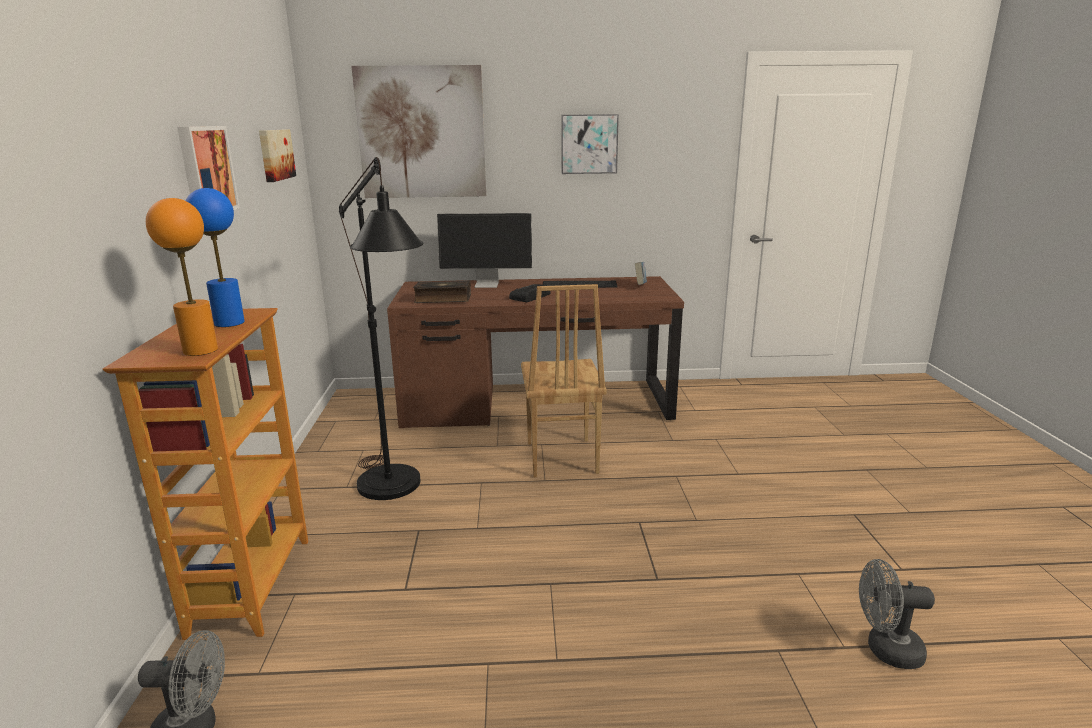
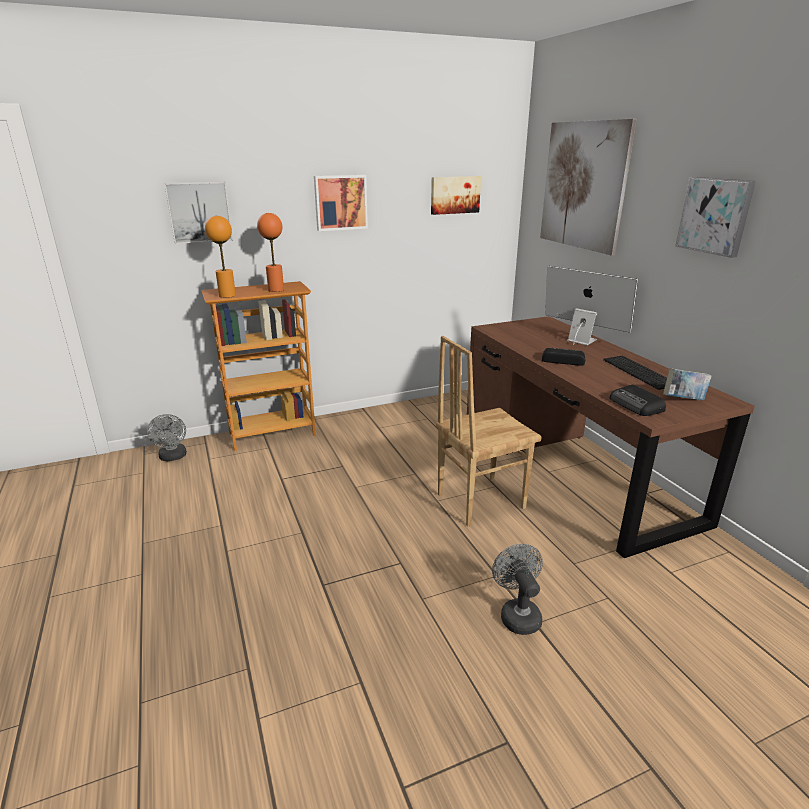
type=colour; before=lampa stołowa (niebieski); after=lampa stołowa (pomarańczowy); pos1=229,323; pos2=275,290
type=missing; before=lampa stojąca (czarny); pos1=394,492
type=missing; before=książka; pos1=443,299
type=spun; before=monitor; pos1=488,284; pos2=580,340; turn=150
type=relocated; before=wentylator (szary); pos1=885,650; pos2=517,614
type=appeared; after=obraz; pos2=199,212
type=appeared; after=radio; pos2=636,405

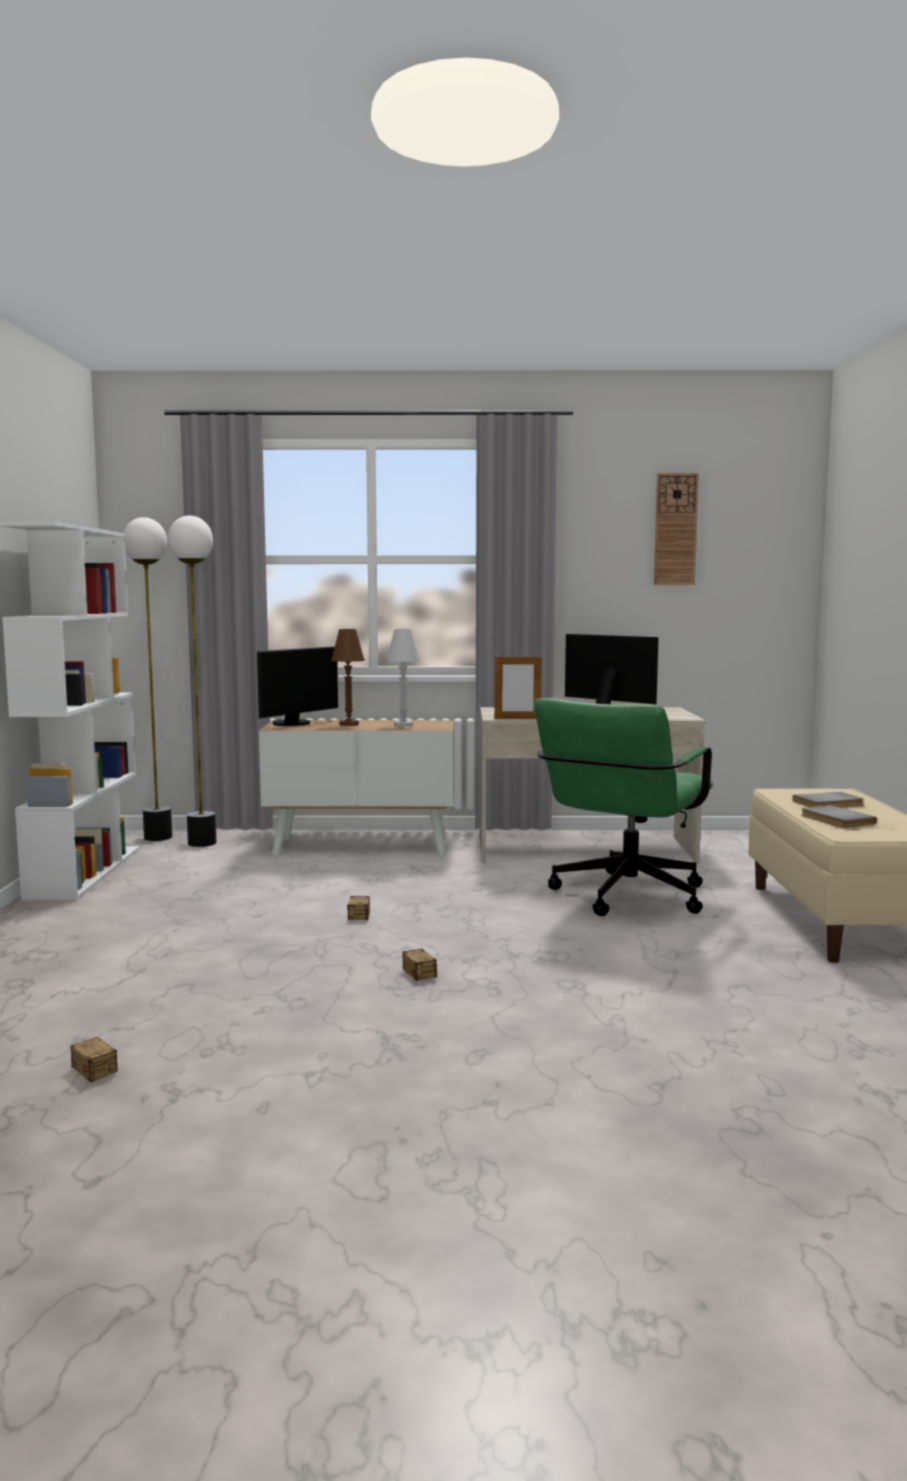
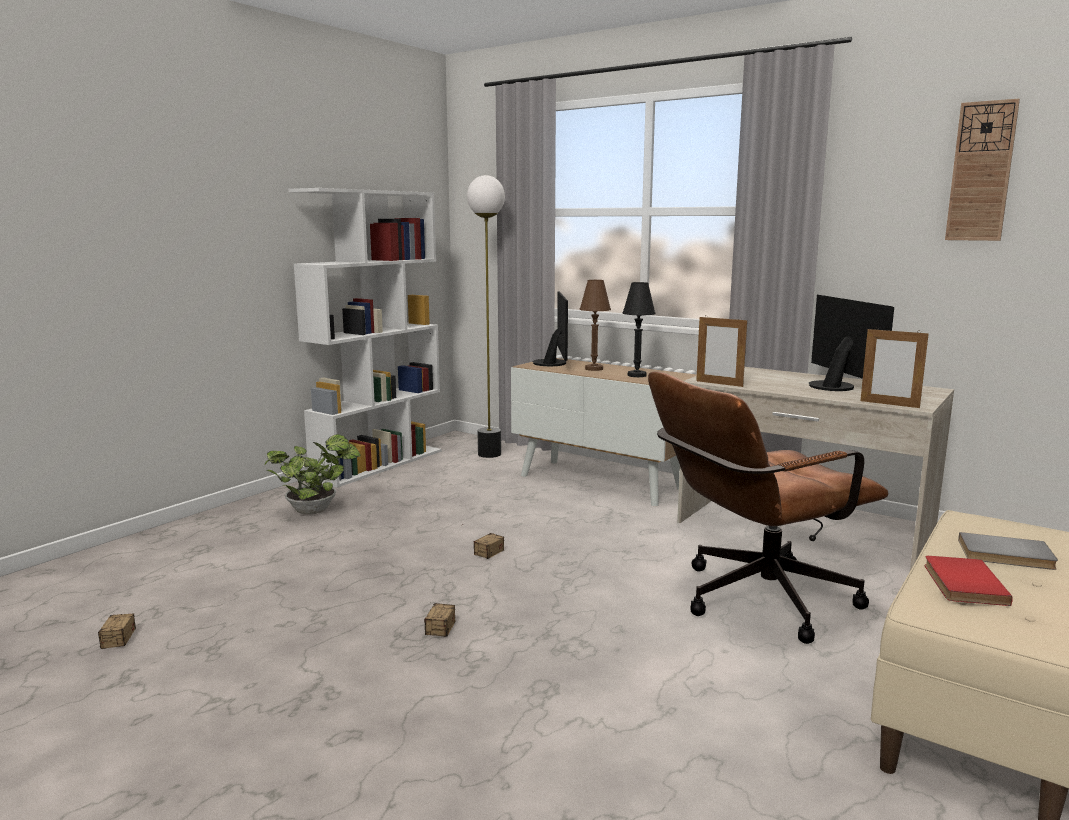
type=missing; before=lampa stojąca; pos1=158,837
type=spun; before=monitor; pos1=294,723; pos2=553,363; turn=-75
type=colour; before=lampa stołowa (biały); after=lampa stołowa (czarny); pos1=403,725; pos2=637,375
type=colour; before=krzesło biurowe (zielony); after=krzesło biurowe (brązowy); pos1=623,899; pos2=753,601
type=colour; before=książka (szary); after=książka (czerwony); pos1=835,820; pos2=961,583
type=appeared; after=roślina doniczkowa; pos2=316,510
type=appeared; after=ramka na zdjęcie; pos2=889,404

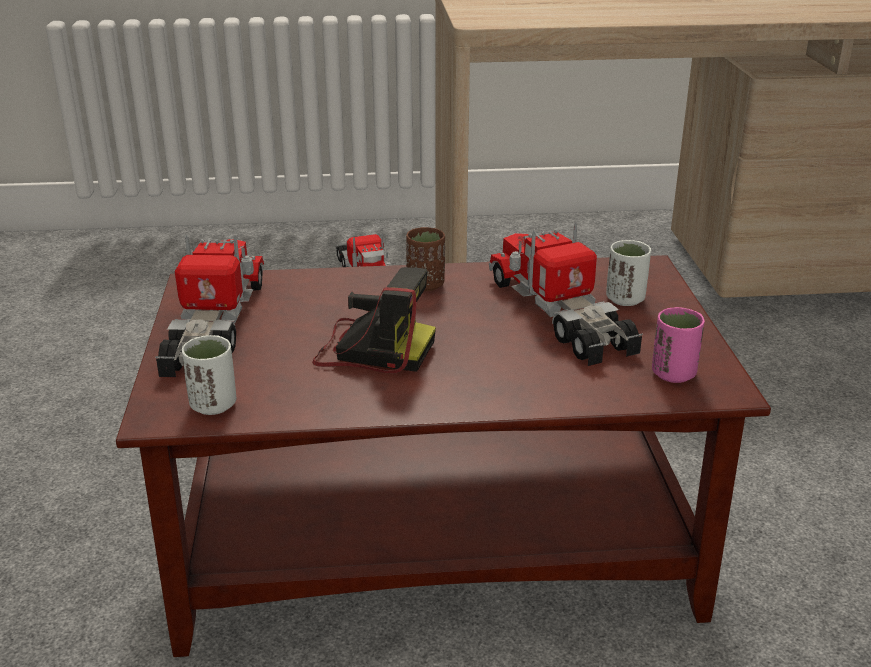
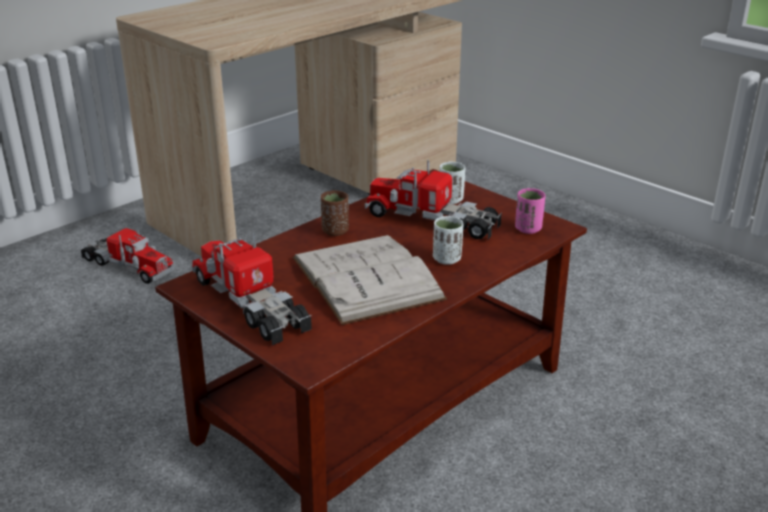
type=relocated; before=filiżanka (biały); pos1=213,405; pos2=447,259
type=exchanged; before=aparat fotograficzny; after=książka (biały); pos1=371,349; pos2=366,278

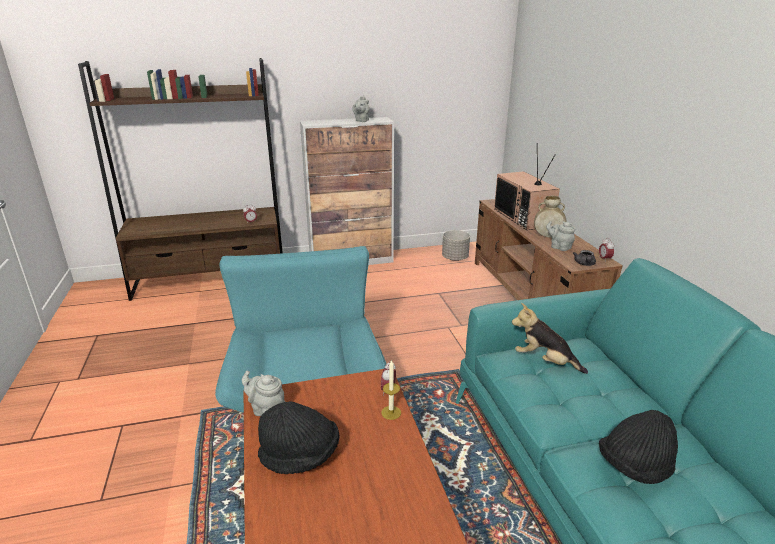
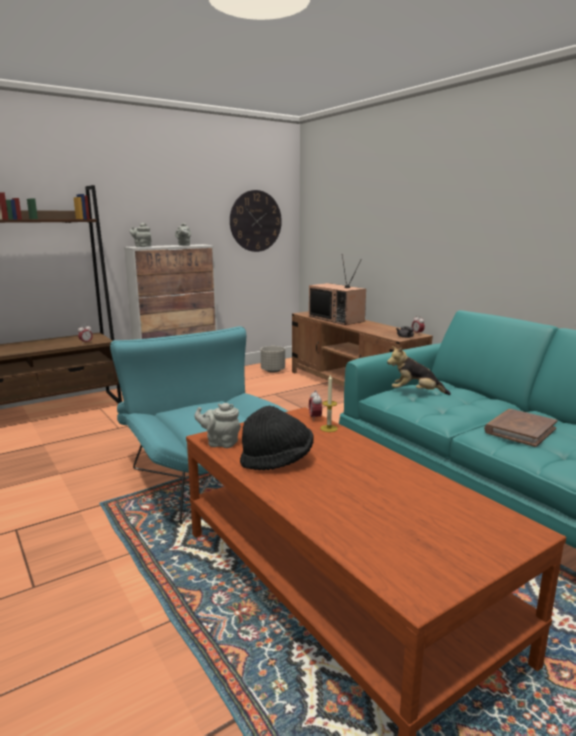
type=missing; before=wazon (beżowy); pos1=548,236
type=relocated; before=imbryk (szary); pos1=559,247; pos2=142,246
type=exchanged; before=kapelusz (czarny); after=książka (brązowy); pos1=634,467; pos2=520,430
type=appeared; after=zegar ścienny; pos2=255,221

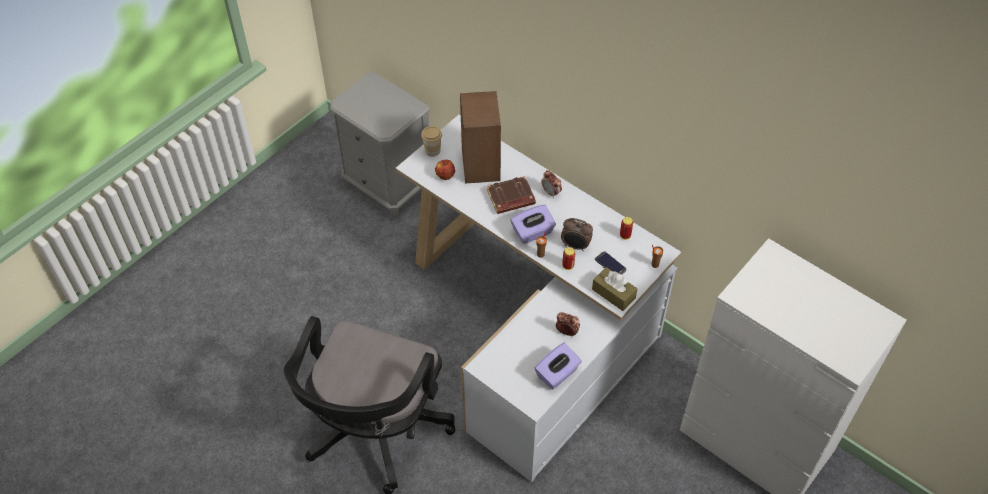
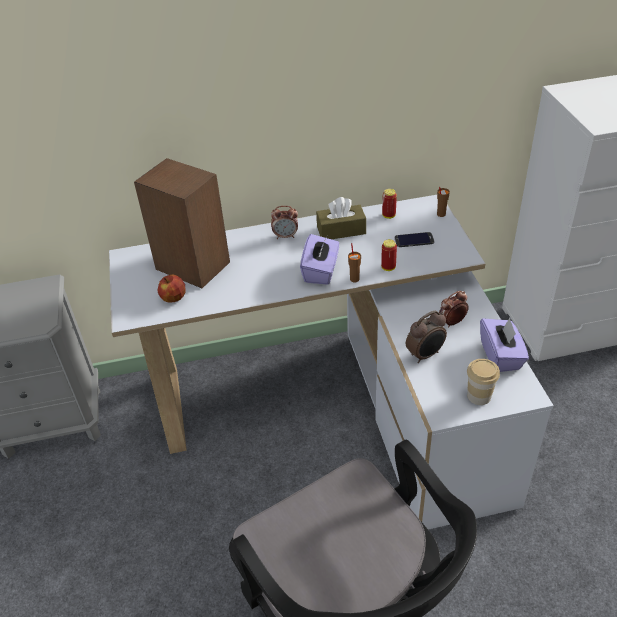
type=relocated; before=filiżanka; pos1=432,151; pos2=479,396
type=missing; before=książka (brązowy); pos1=510,198
type=relocated; before=budzik; pos1=575,246; pos2=425,355
type=relocated; before=pudełko chusteczek (brązowy); pos1=613,293; pos2=341,230

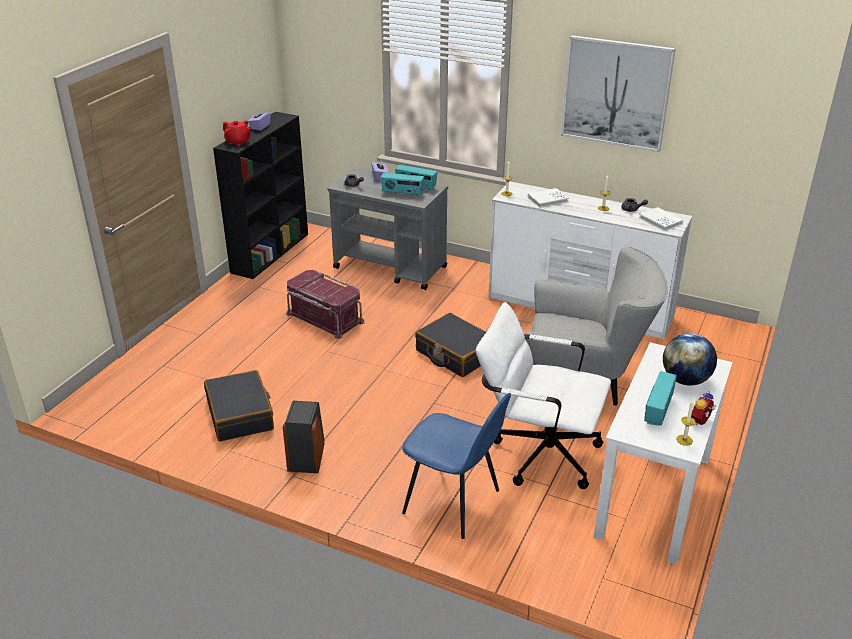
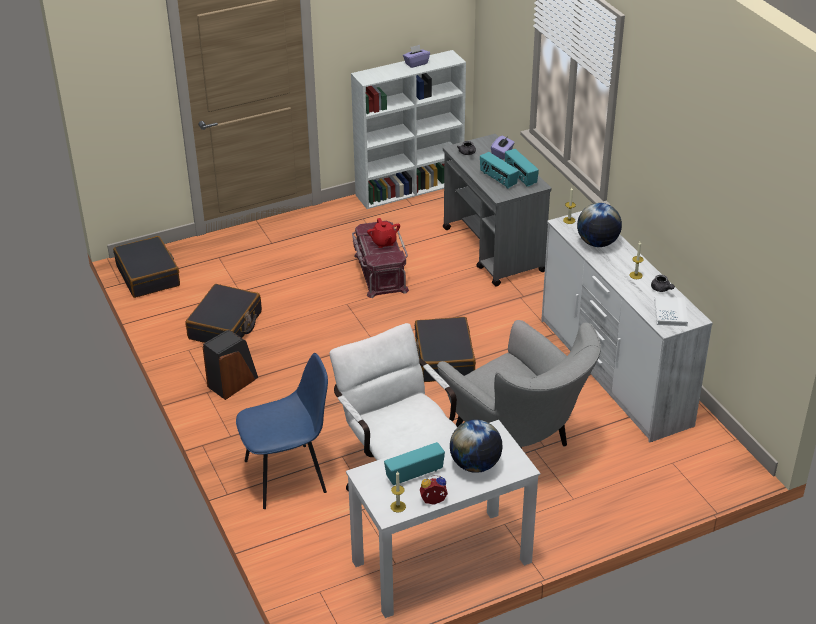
type=colour; before=regał (czarny); after=regał (biały); pos1=270,252; pos2=410,188
type=relocated; before=imbryk (czerwony); pos1=238,142; pos2=384,242
type=spun; before=krzesło (niebieski); pos1=453,503; pos2=287,476; turn=-90
type=exchanged; before=książka (biały); after=globus; pos1=548,199; pos2=597,243
type=missing; before=obraz; pos1=616,93
type=appeared; after=walizka (czarny); pos2=148,275

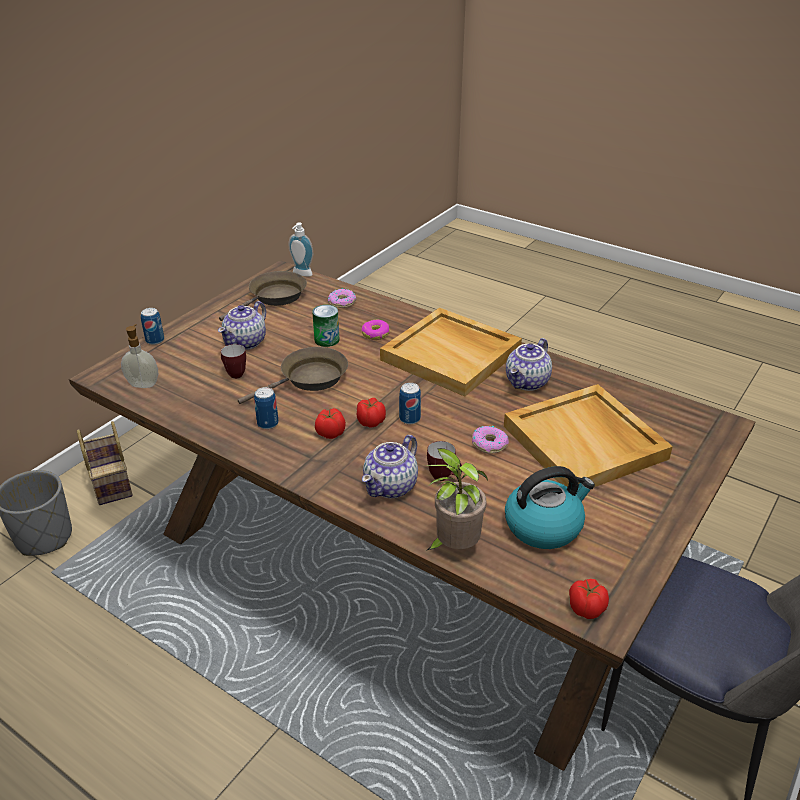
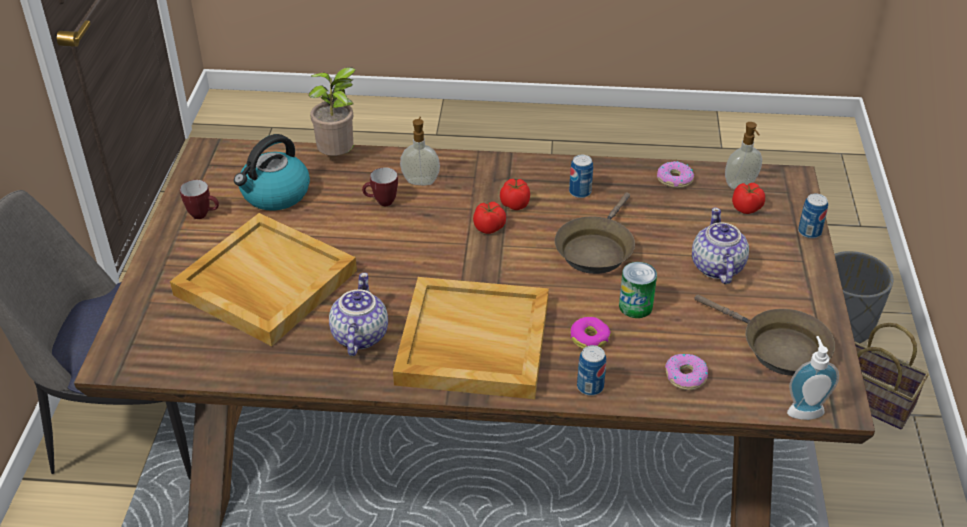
type=spun; before=patelnia (brązowy); pos1=274,297; pos2=778,348; turn=-60
type=relocated; before=kubek; pos1=233,374; pos2=203,215
type=exchanged; before=imbryk; after=dozownik mydła; pos1=391,486; pos2=420,181
type=relocated; before=puszka; pos1=409,419; pos2=590,387
type=relocated; before=donut; pos1=489,444; pos2=674,179
type=relocated; before=pomidor; pos1=585,608; pos2=747,208

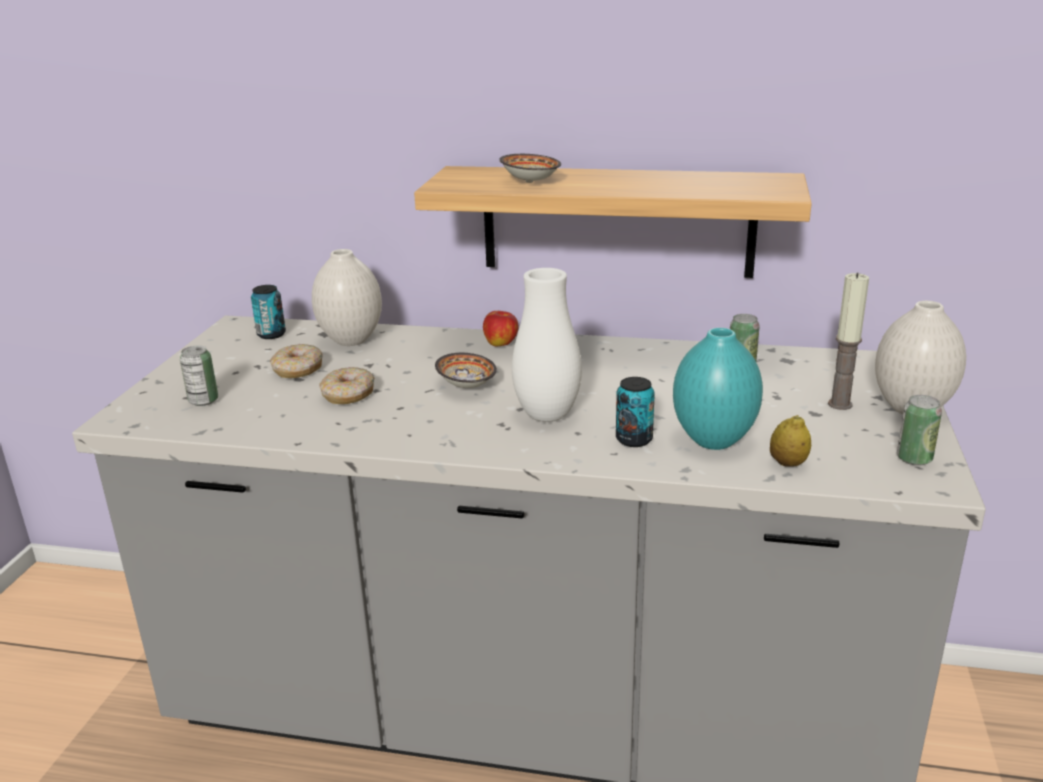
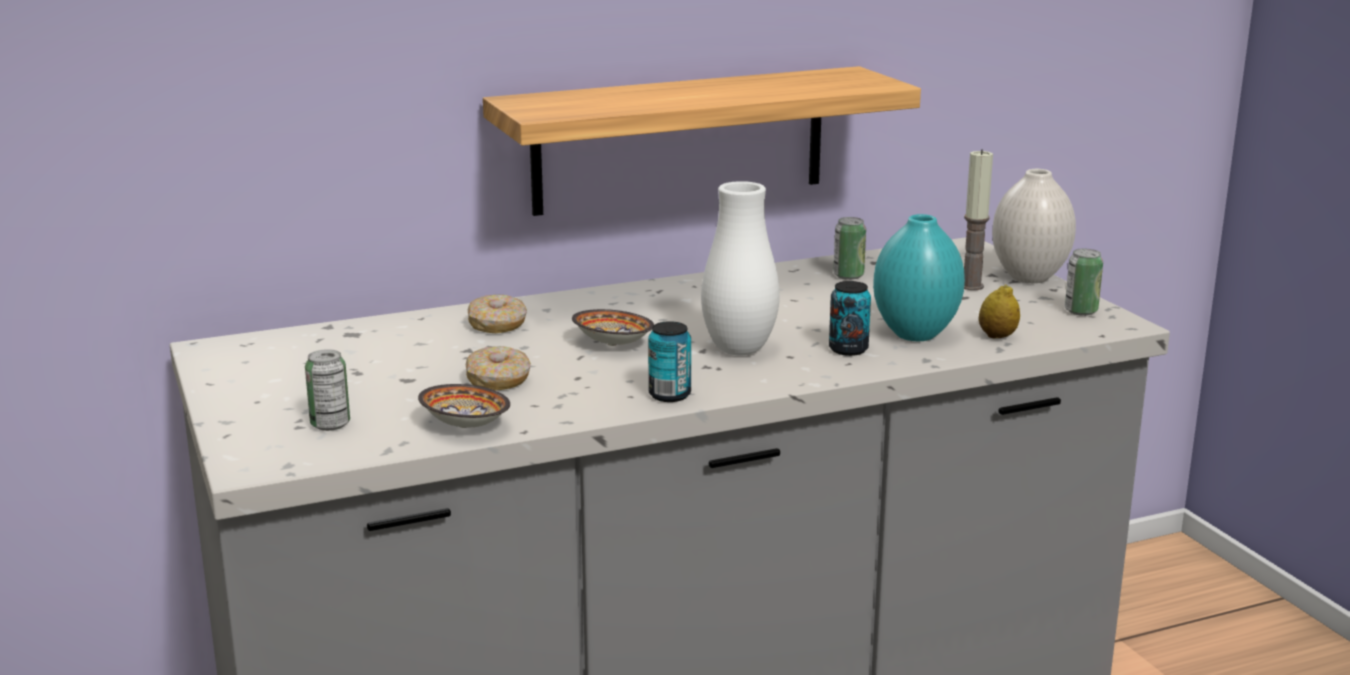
type=relocated; before=puszka; pos1=271,334; pos2=669,395
type=relocated; before=donut; pos1=298,370; pos2=497,325
type=missing; before=wazon (biały); pos1=351,340
type=missing; before=jabłko; pos1=501,344
type=relocated; before=miska; pos1=530,182; pos2=465,426

